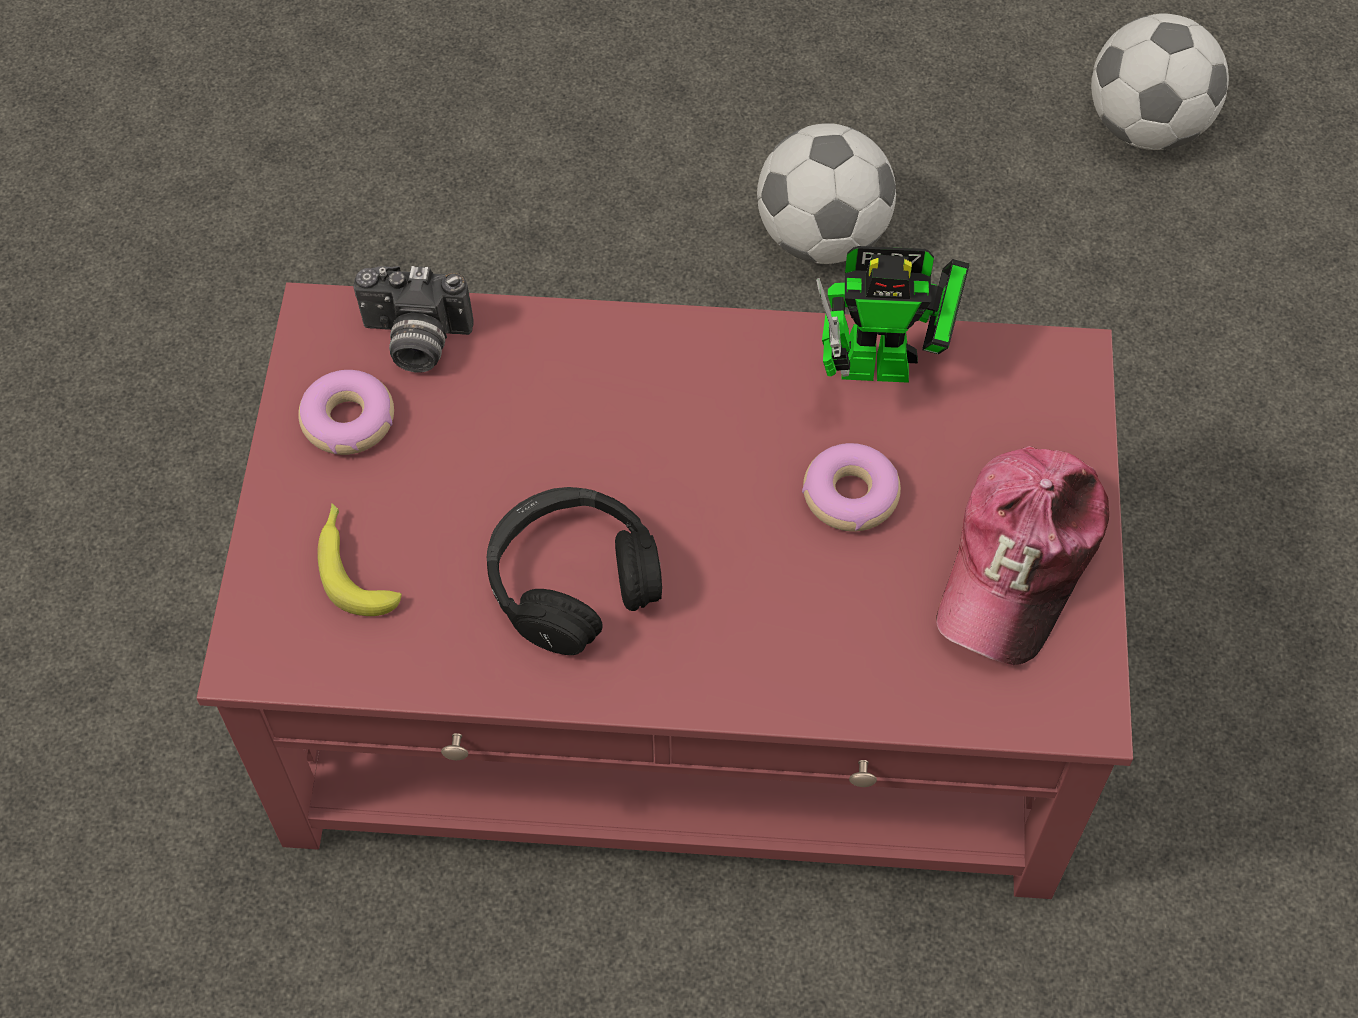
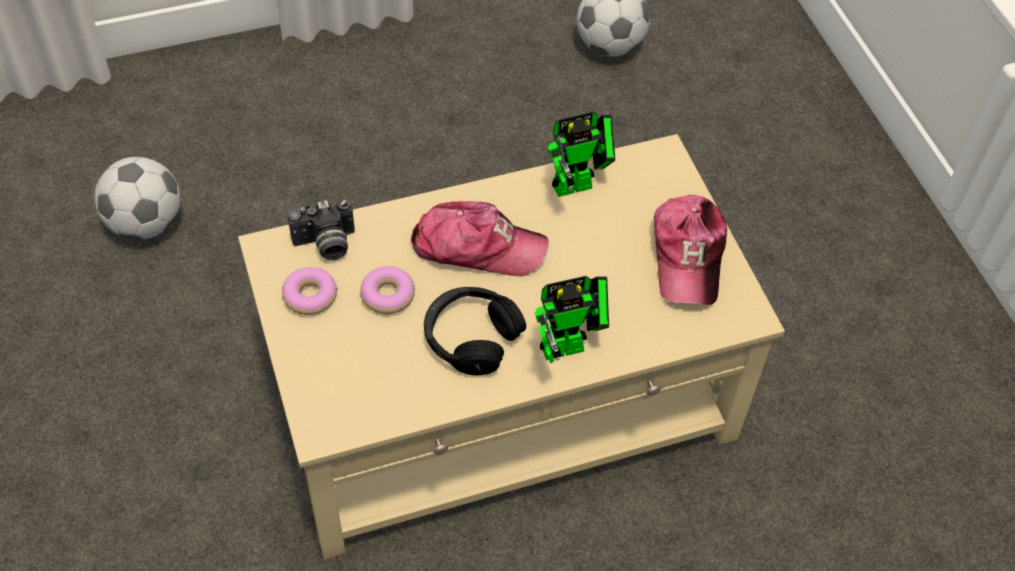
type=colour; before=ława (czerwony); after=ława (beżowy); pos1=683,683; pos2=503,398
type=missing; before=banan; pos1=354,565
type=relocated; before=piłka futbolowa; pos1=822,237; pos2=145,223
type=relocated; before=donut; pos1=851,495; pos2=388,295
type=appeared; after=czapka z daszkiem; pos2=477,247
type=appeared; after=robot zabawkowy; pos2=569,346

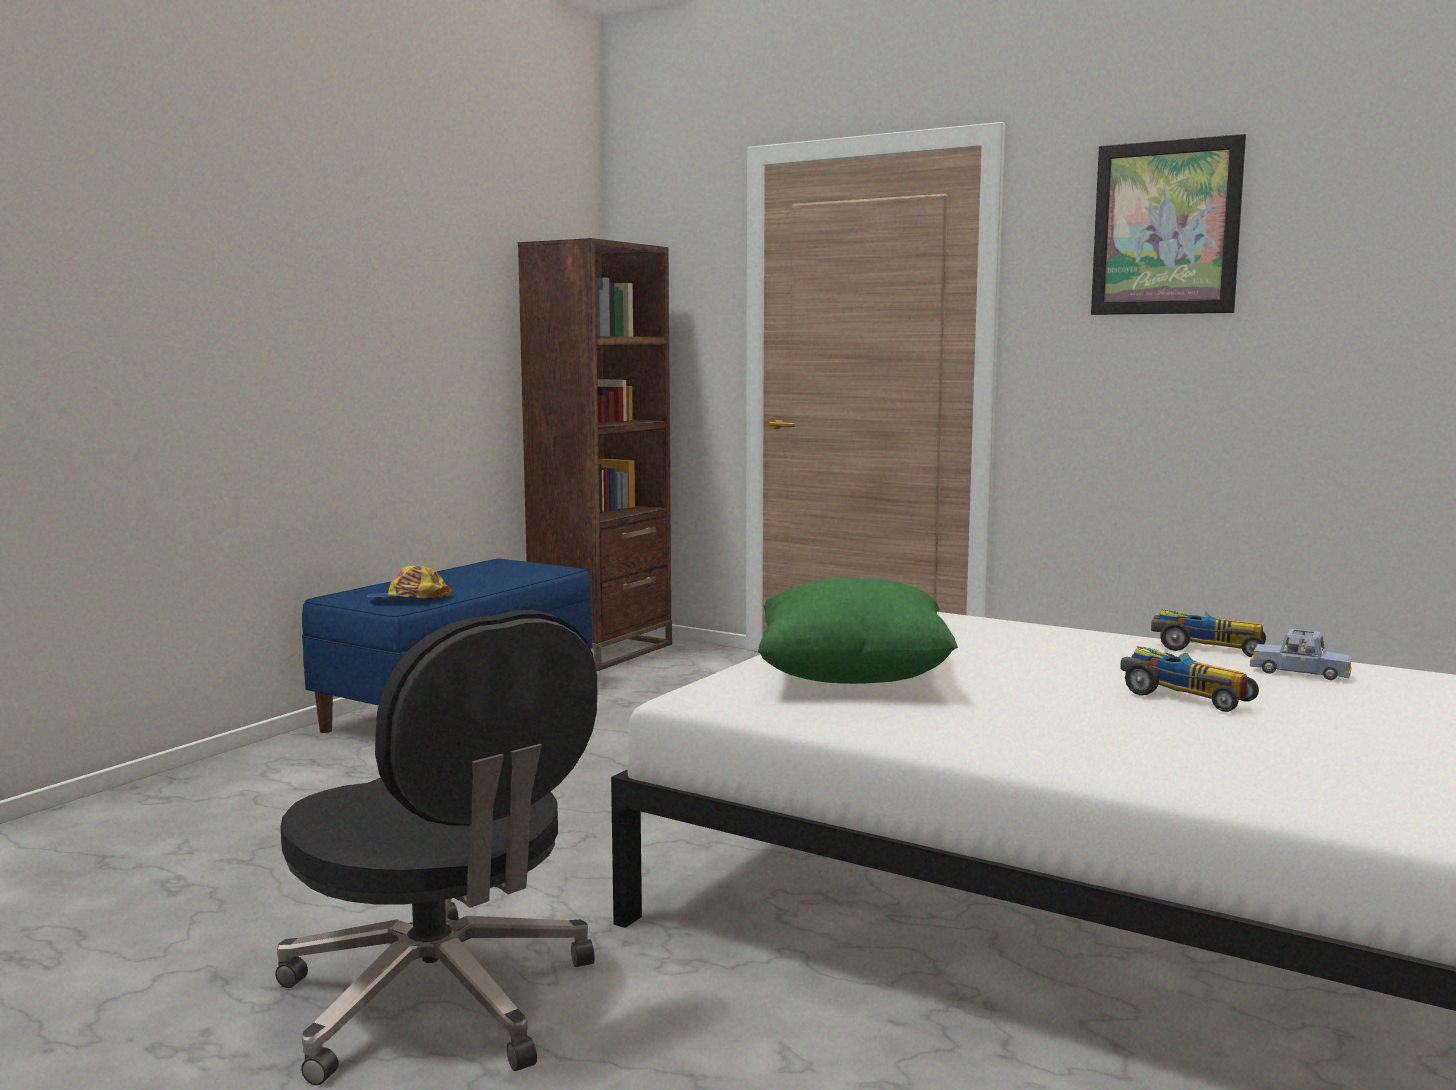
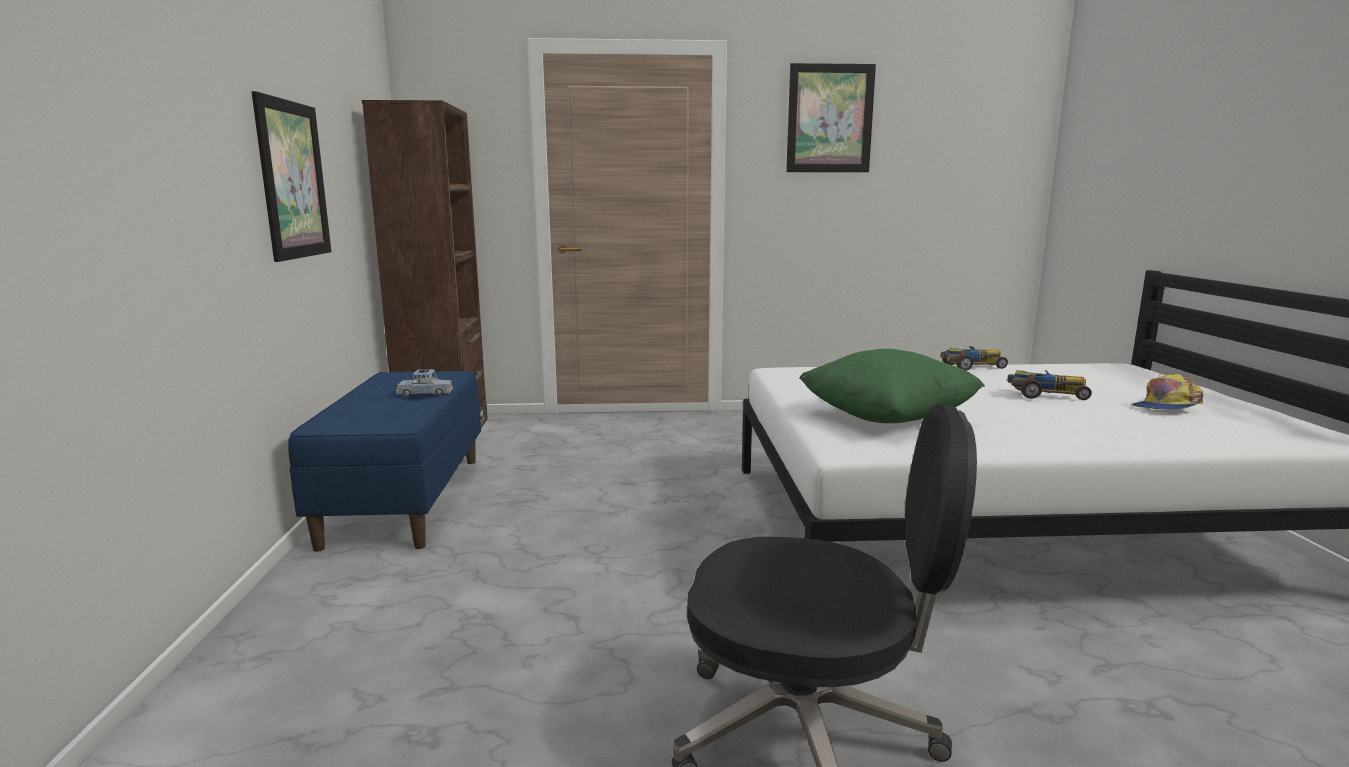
type=relocated; before=czapka z daszkiem; pos1=408,600; pos2=1166,406
type=relocated; before=samochodzik (niebieski); pos1=1299,672; pos2=425,393
type=appeared; after=obraz; pos2=293,180

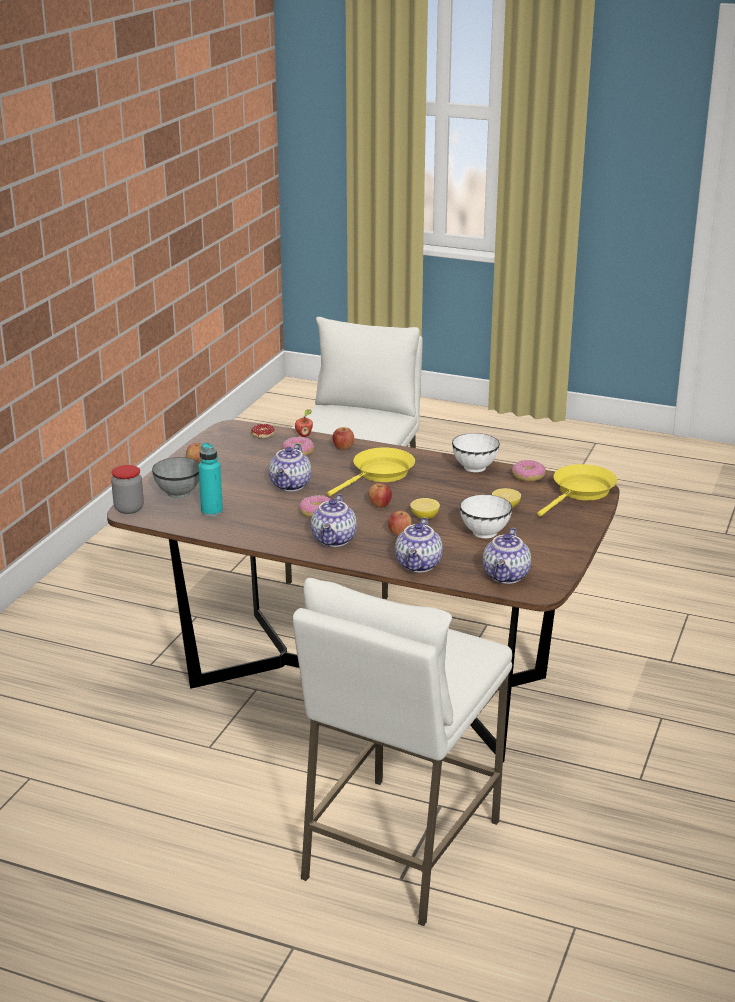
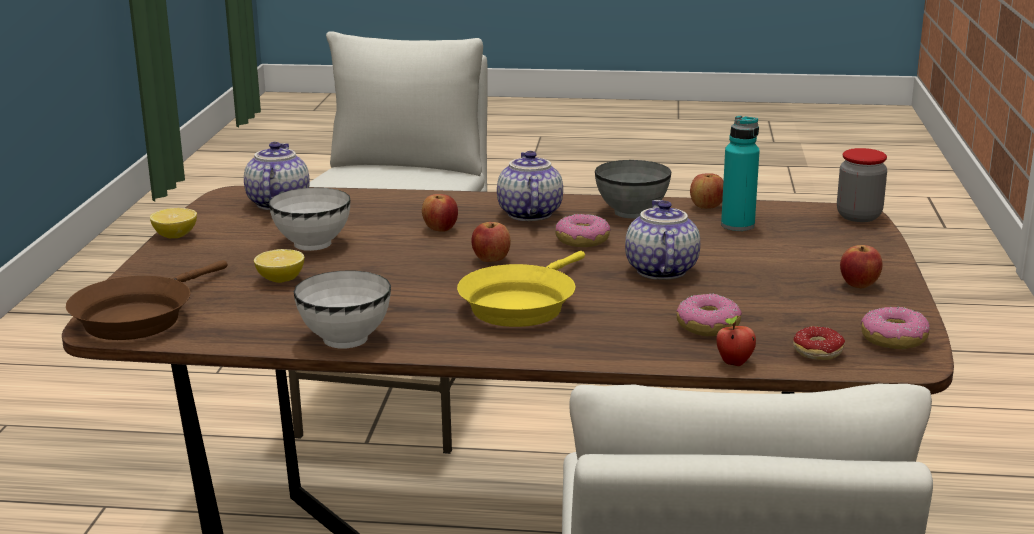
type=relocated; before=miska (szary); pos1=178,493; pos2=632,212
type=relocated; before=jabłko; pos1=343,448; pos2=706,207
type=missing; before=imbryk; pos1=419,565
type=relocated; before=cytryna; pos1=424,517; pos2=175,235
type=relocated; before=donut; pos1=528,476; pos2=893,339
type=colour; before=patelnia (żółty); after=patelnia (brązowy); pos1=581,492; pos2=139,317

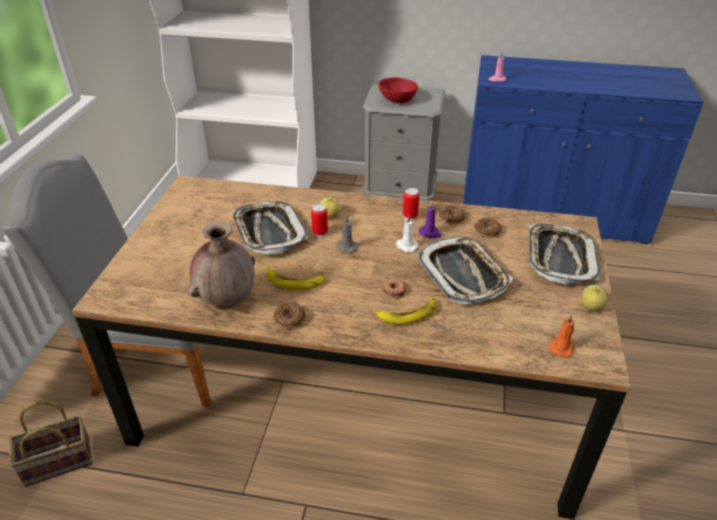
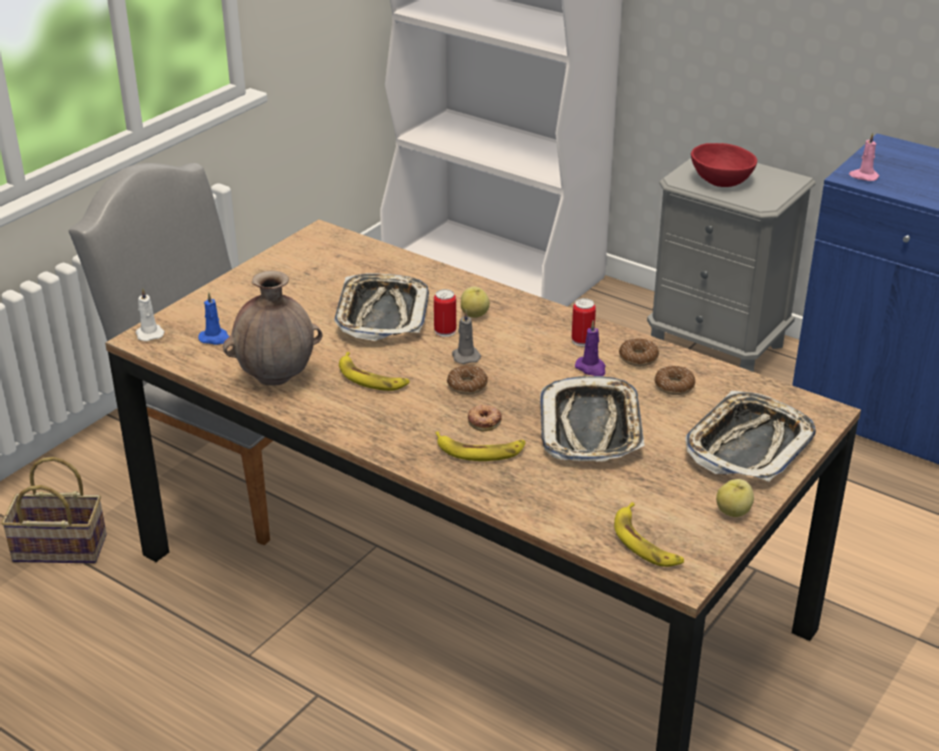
type=relocated; before=donut; pos1=289,319; pos2=467,385
type=relocated; before=świeca (biały); pos1=406,246; pos2=149,333
type=exchanged; before=świeca (pomarańczowy); after=banan; pos1=561,347; pos2=645,542
type=appeared; after=świeca (niebieski); pos2=215,338

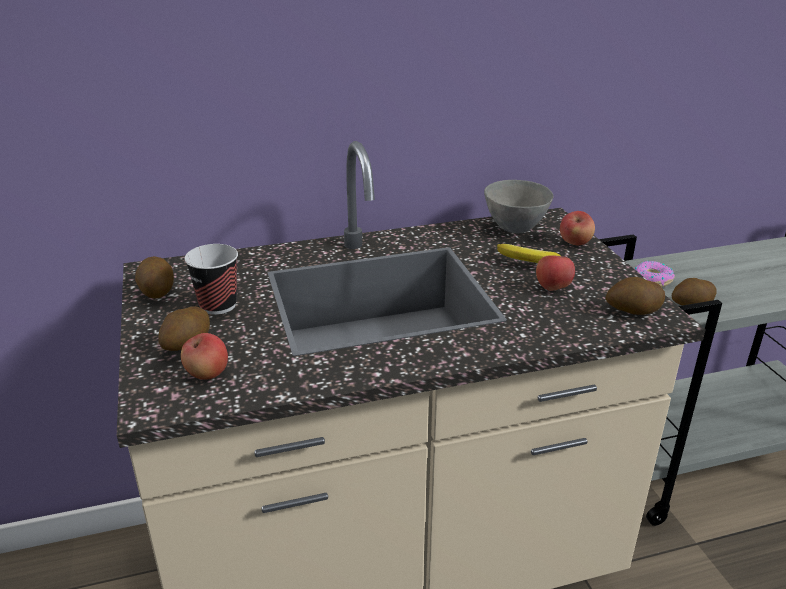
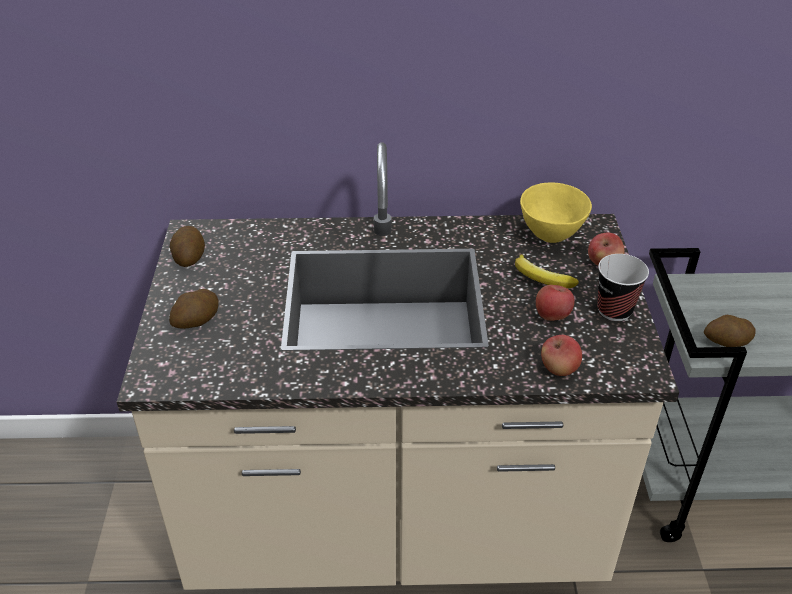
type=relocated; before=jabłko; pos1=207,373; pos2=559,369
type=relocated; before=filiżanka; pos1=218,305; pos2=614,310
type=colour; before=miska (szary); after=miska (żółty); pos1=515,229; pos2=551,235
type=missing; before=ziemniak; pos1=632,311
type=missing; before=donut; pos1=651,280

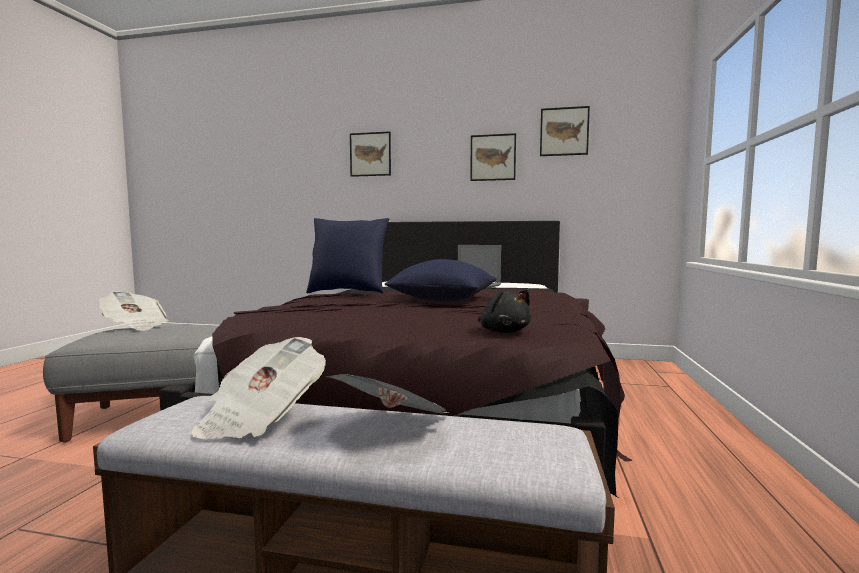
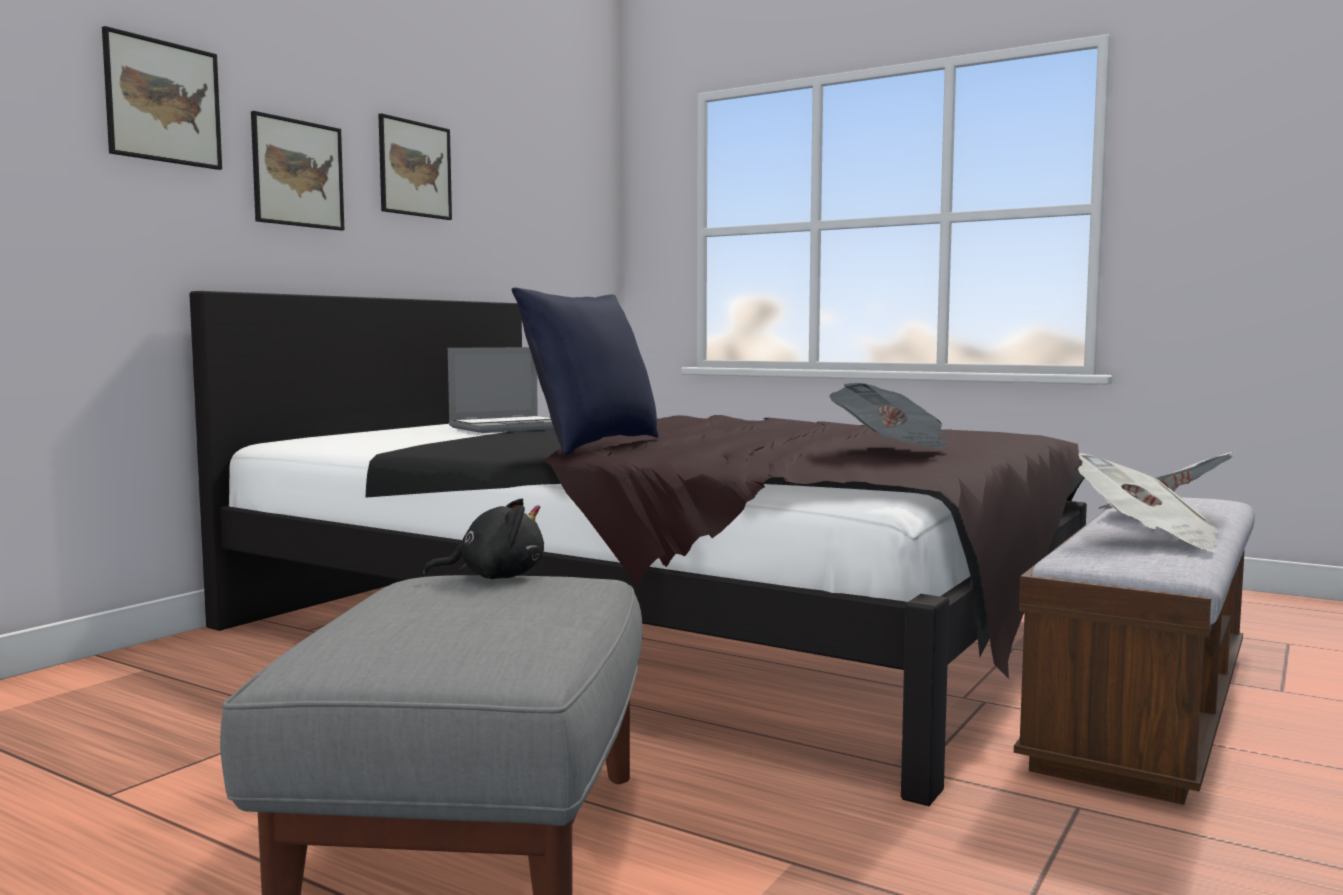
type=relocated; before=gazeta; pos1=135,326; pos2=893,451
type=missing; before=poduszka (niebieski); pos1=443,301
type=relocated; before=pluszak (czarny); pos1=503,331; pos2=495,577
type=relocated; before=obraz; pos1=564,131; pos2=298,173

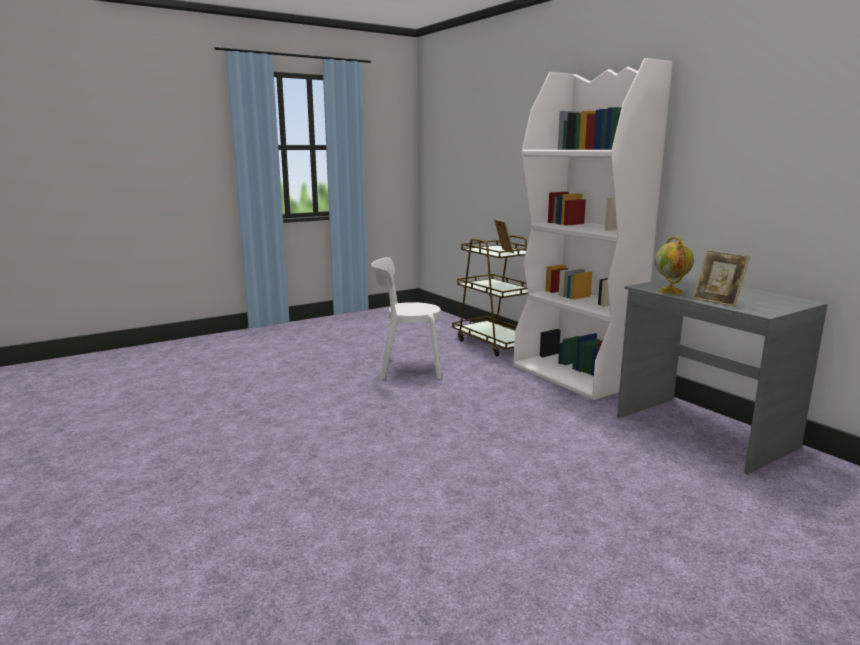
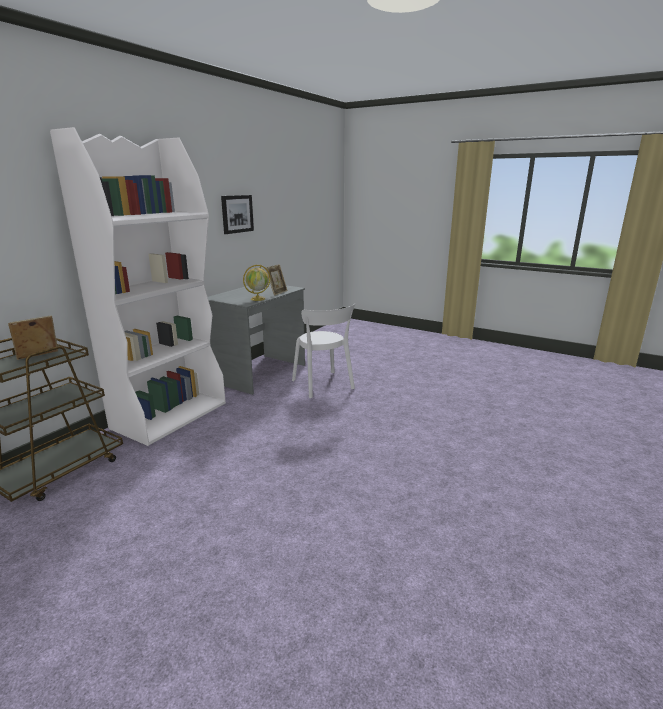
type=relocated; before=krzesło (biały); pos1=406,368; pos2=323,385
type=appeared; after=obraz; pos2=237,214

